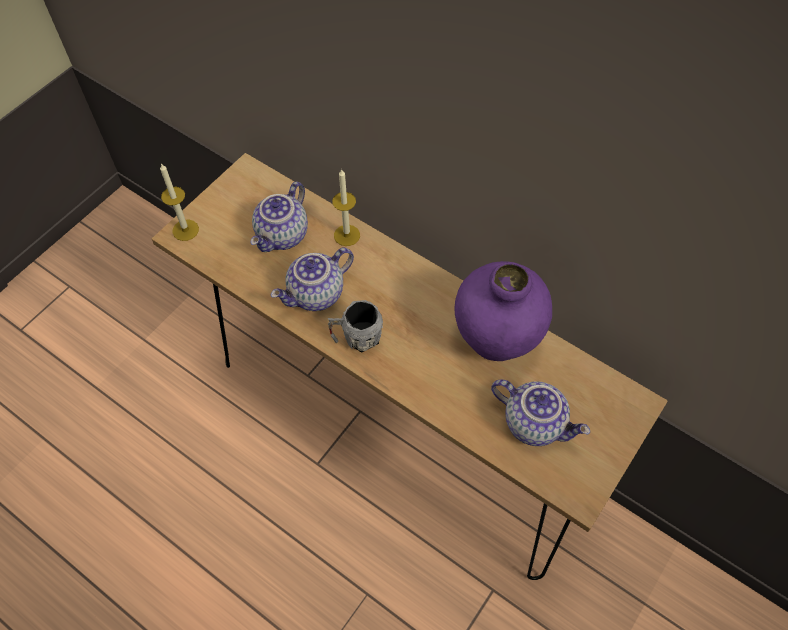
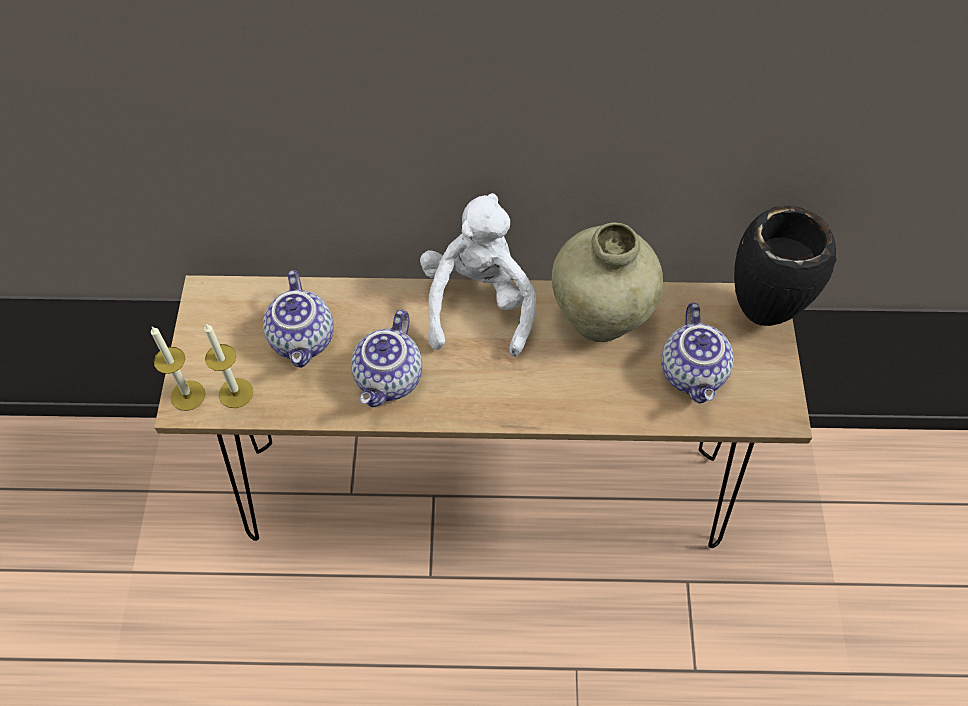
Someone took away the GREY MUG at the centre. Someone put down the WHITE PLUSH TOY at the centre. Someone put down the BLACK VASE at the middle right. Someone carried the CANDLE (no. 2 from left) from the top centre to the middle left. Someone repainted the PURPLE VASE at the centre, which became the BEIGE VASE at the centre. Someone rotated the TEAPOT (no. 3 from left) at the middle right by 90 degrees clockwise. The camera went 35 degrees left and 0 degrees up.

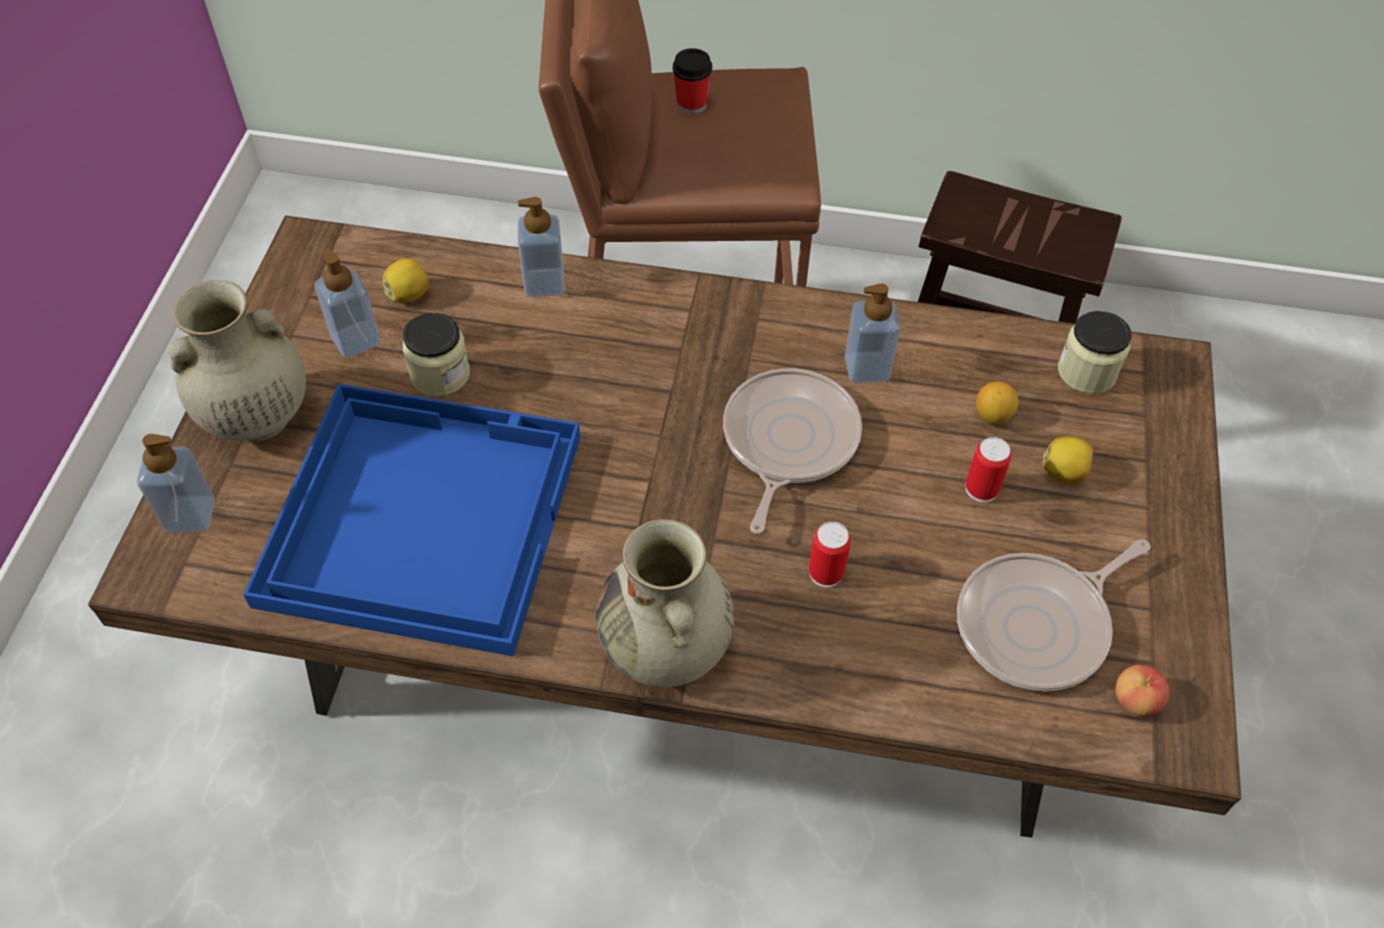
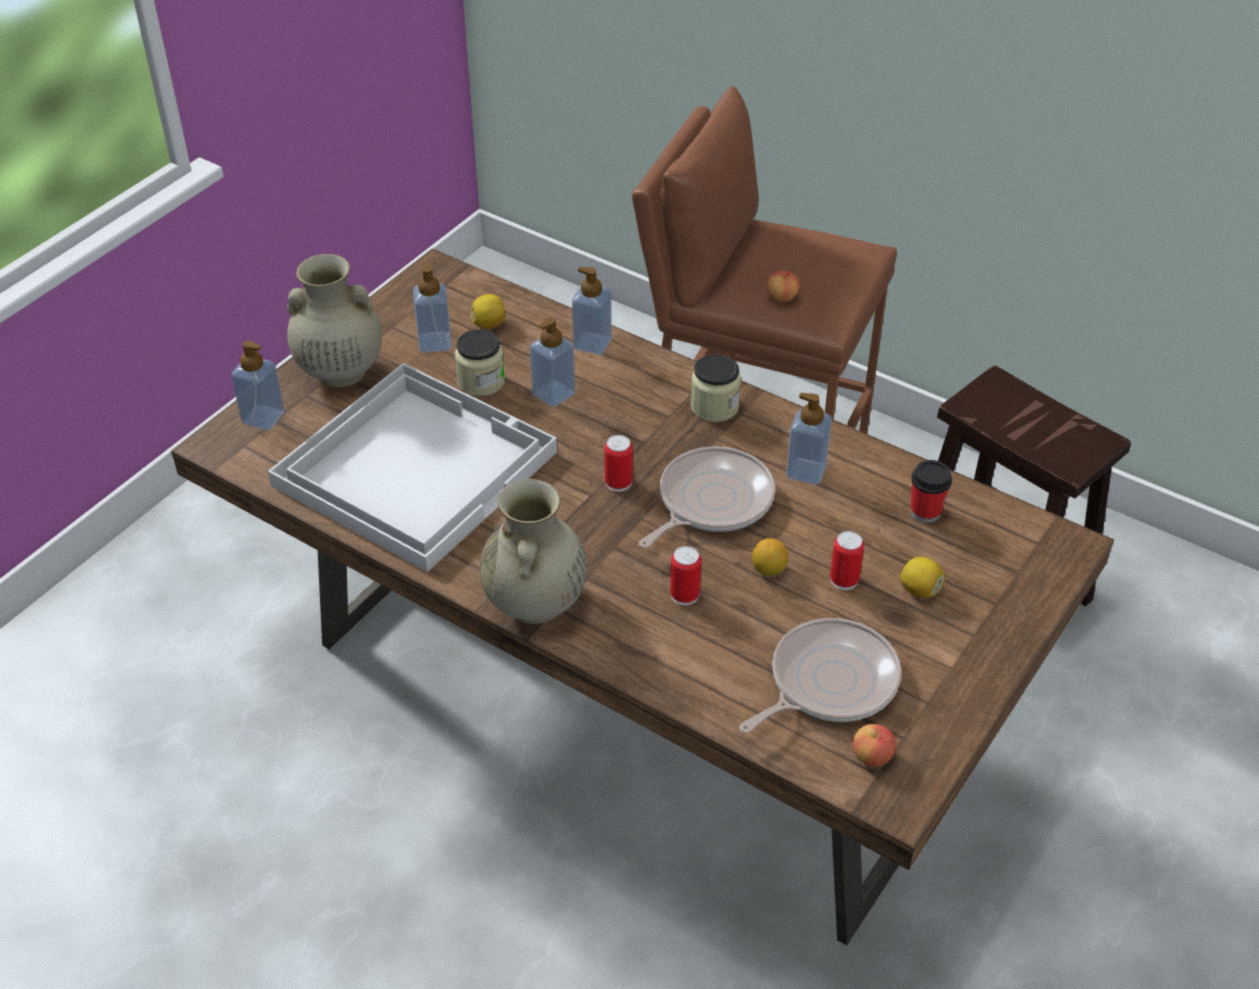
Someone put down the SOAP DISPENSER (no. 3 from left) at the centre. Someone put down the CAN (no. 1 from left) at the centre. Someone put down the APPLE (no. 1 from left) at the top centre. Someone carried the CUP from the top centre to the middle right. Someone carried the LEMON (no. 2 from left) from the middle right to the centre. Someone carried the JAR (no. 2 from left) from the middle right to the centre. Someone repainted the BLUE TRAY at the middle left, which became the WHITE TRAY at the middle left. Someone rotated the FRYING PAN (no. 2 from left) at the middle right by 150 degrees clockwise. The camera went 25 degrees right and 10 degrees down.

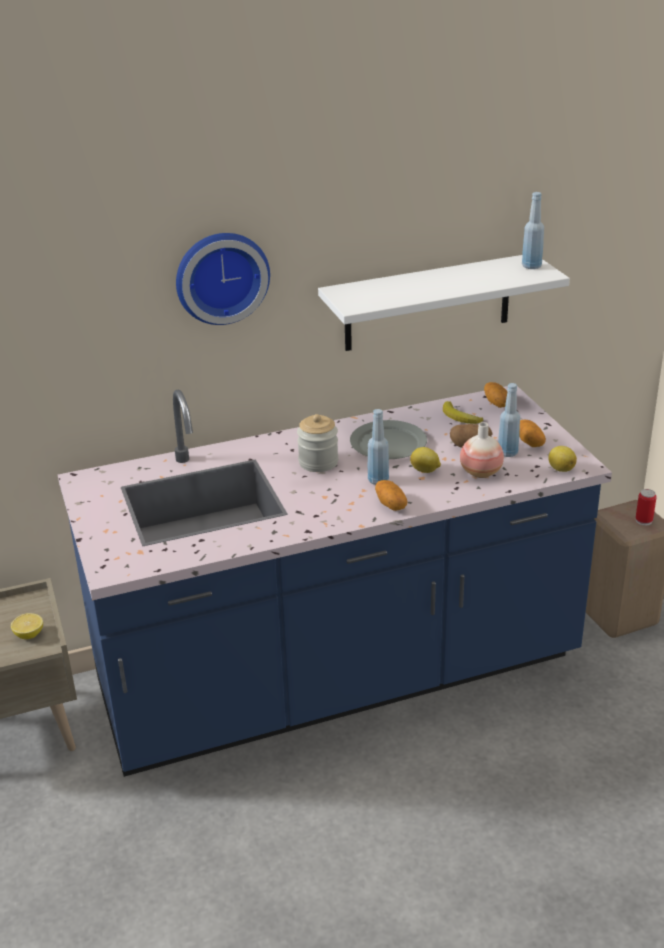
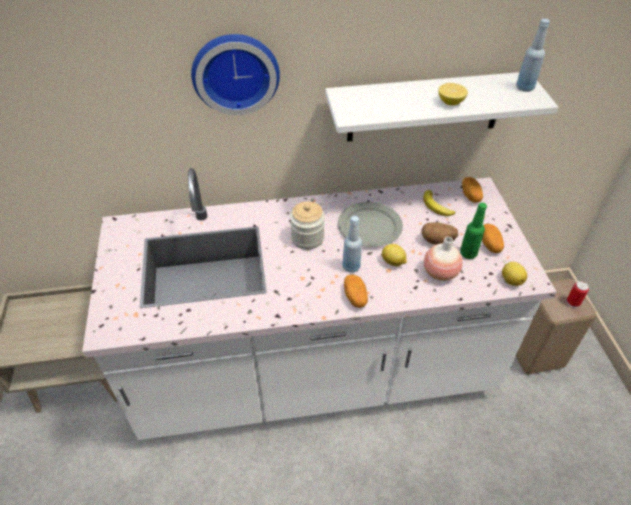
Someone carried the LEMON (no. 1 from left in the first image) from the middle left to the top right. Someone repainted the BLUE COUNTER at the centre, which became the WHITE COUNTER at the centre. Someone repainted the BLUE BOTTLE (no. 2 from left) at the middle right, which became the GREEN BOTTLE at the middle right. The camera went 10 degrees right and 15 degrees up.

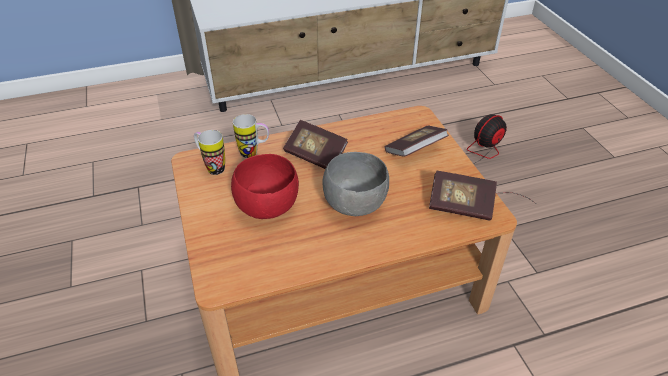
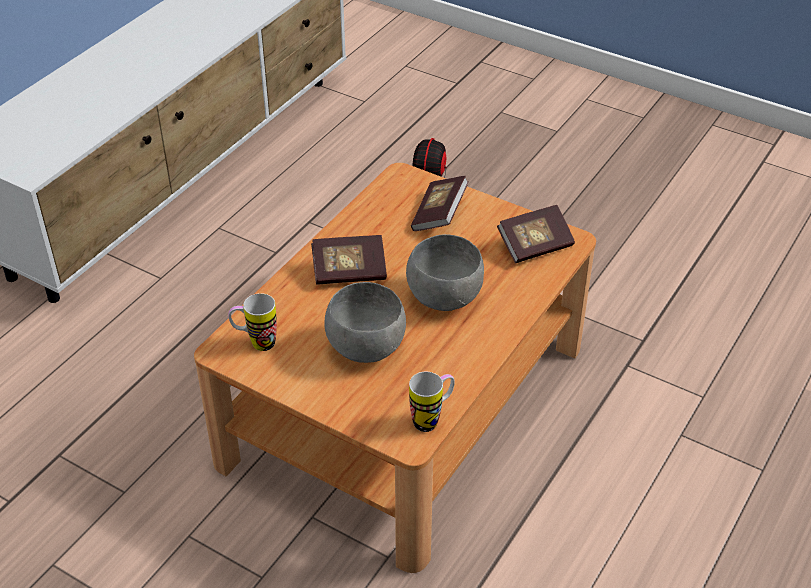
Someone carried the MUG (no. 2 from left) from the centre to the bottom centre. Someone repainted the RED BOWL at the centre, which became the GREY BOWL (no. 1 from left) at the centre. The camera went 40 degrees left and 0 degrees up.

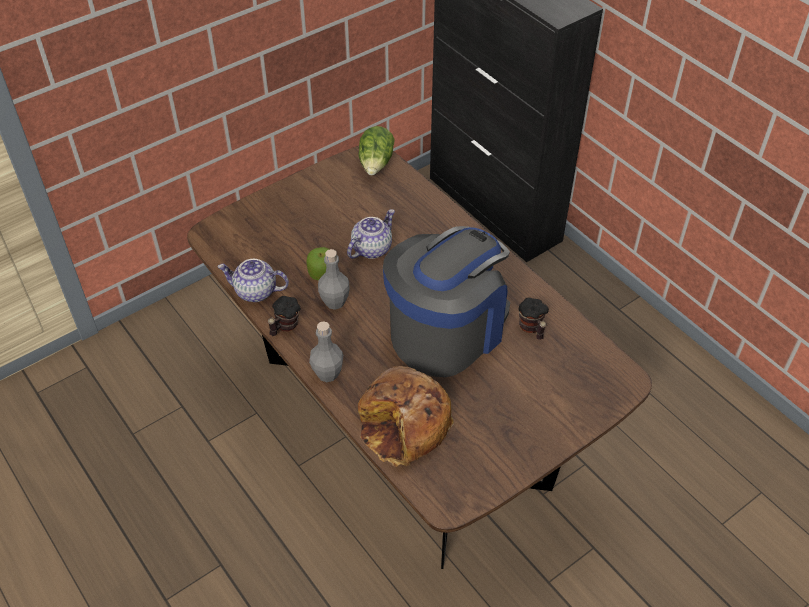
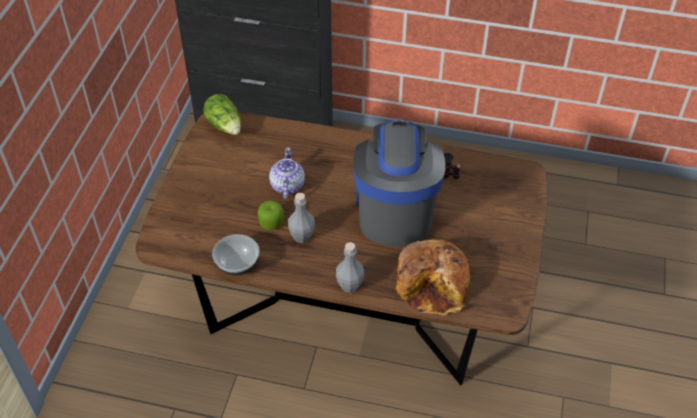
Someone took away the MUG (no. 1 from left) at the centre. Someone swapped the TEAPOT (no. 1 from left) at the middle left for the BOWL at the centre. The camera went 40 degrees left and 0 degrees up.

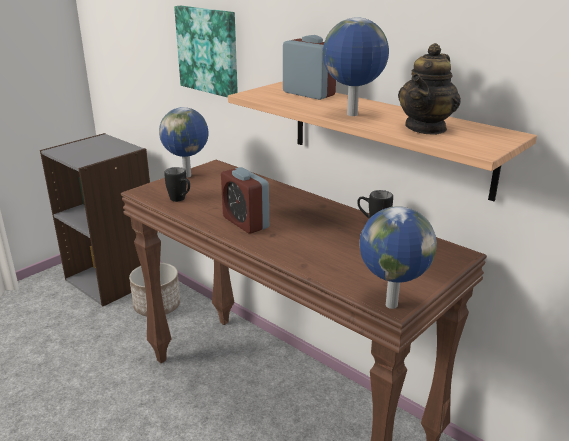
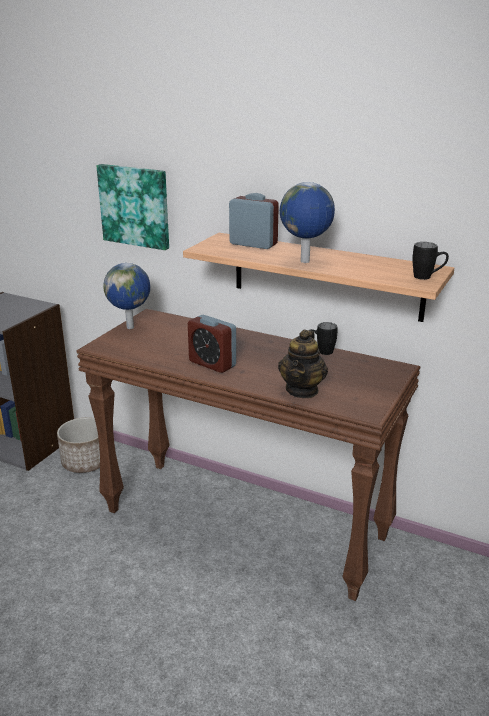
Someone took away the GLOBE (no. 3 from left) at the middle right. Someone carried the BLACK MUG (no. 1 from left in the first image) from the middle left to the middle right. Someone carried the TEAPOT from the top right to the centre. The camera went 15 degrees left and 0 degrees up.

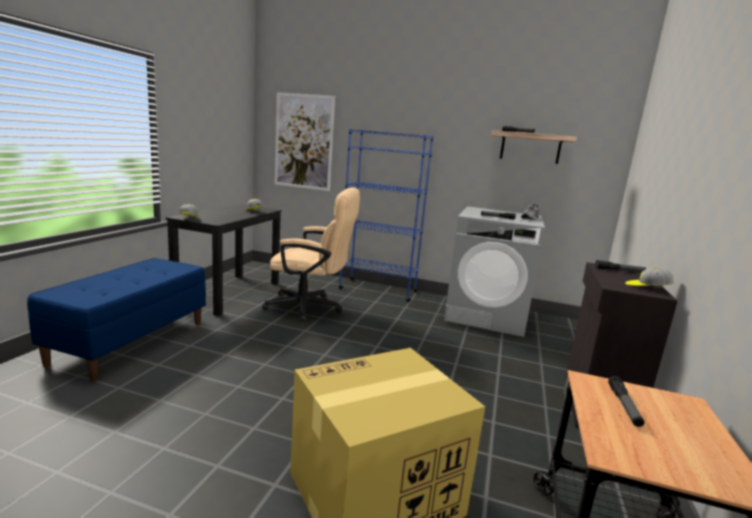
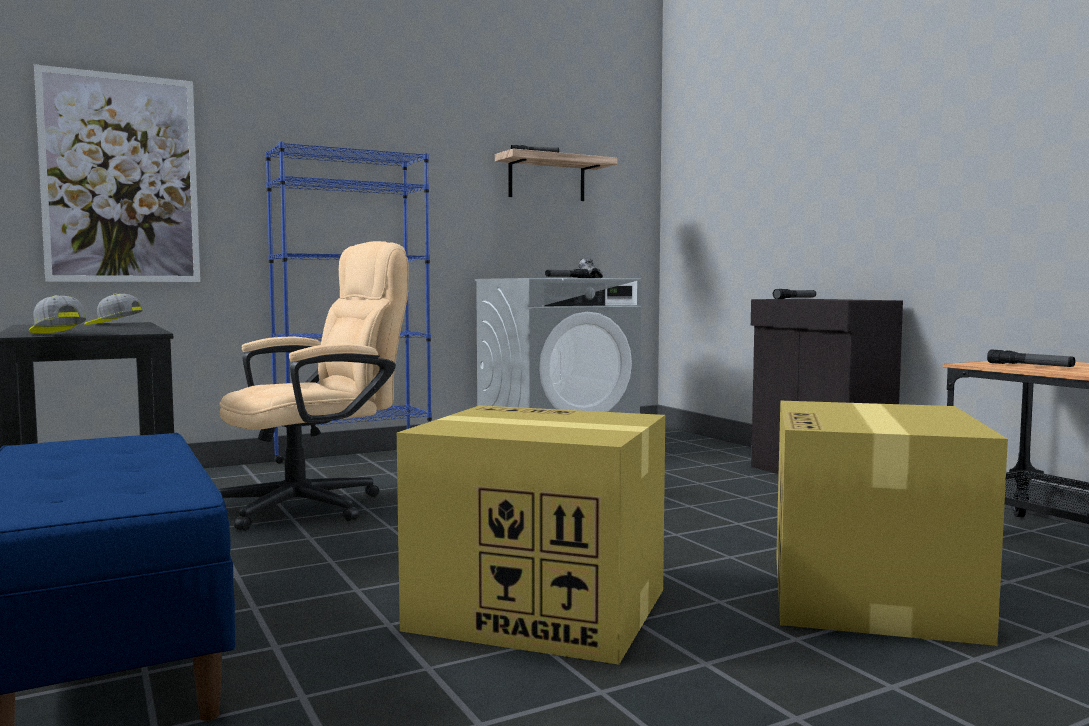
Someone took away the CAP (no. 3 from left) at the middle right. Someone put down the CARDBOARD BOX (no. 1 from left) at the bottom centre. The camera went 45 degrees left and 10 degrees down.

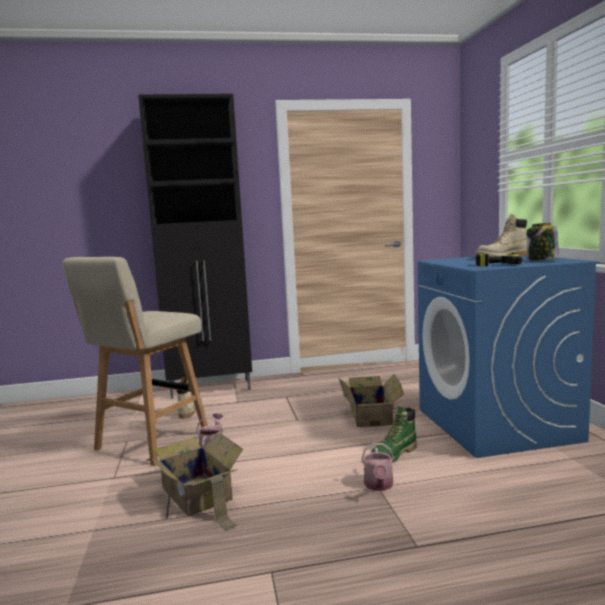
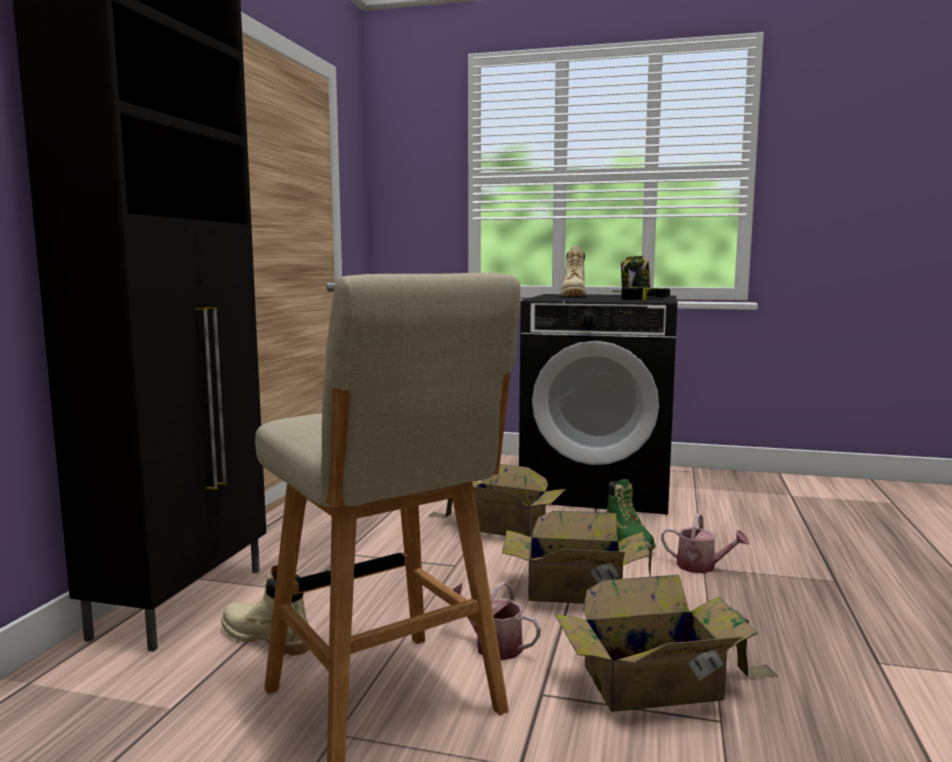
Someone put down the CARDBOARD BOX (no. 2 from left) at the bottom centre. Someone repainted the BLUE WASHING MACHINE at the middle right, which became the BLACK WASHING MACHINE at the centre. The camera went 65 degrees left and 0 degrees up.

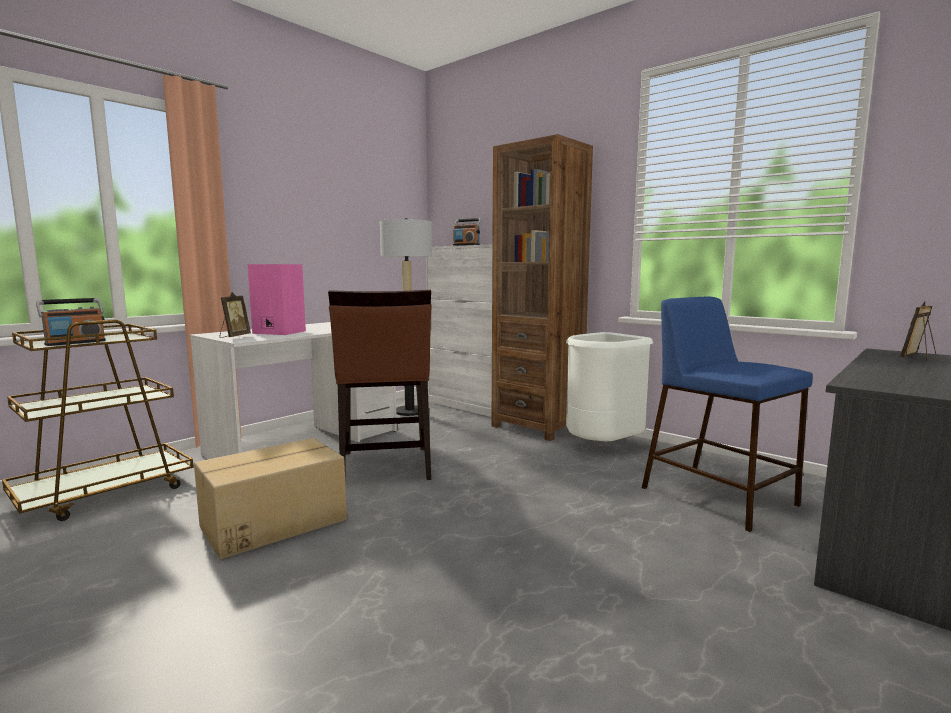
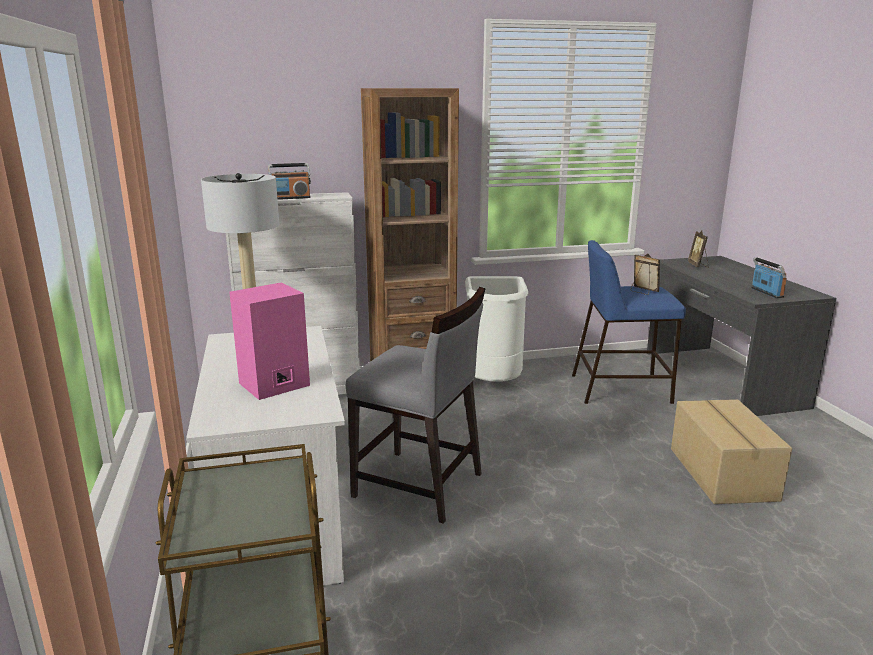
Someone carried the RADIO (no. 1 from left in the first image) from the middle left to the middle right. Someone carried the CARDBOARD BOX from the bottom left to the bottom right. Someone carried the PICTURE FRAME (no. 1 from left) from the middle left to the middle right. Someone repainted the BROWN CHAIR at the centre, which became the GREY CHAIR at the centre. The camera went 55 degrees left and 10 degrees up.

